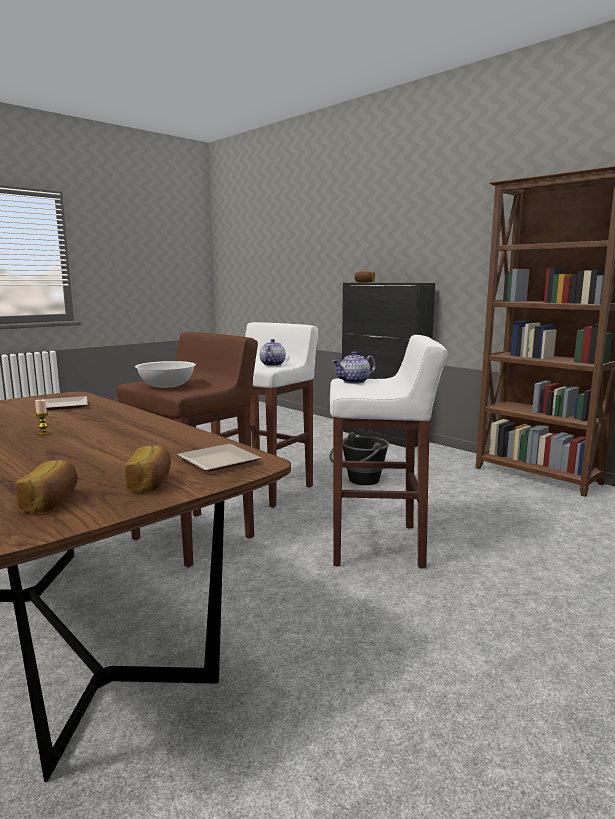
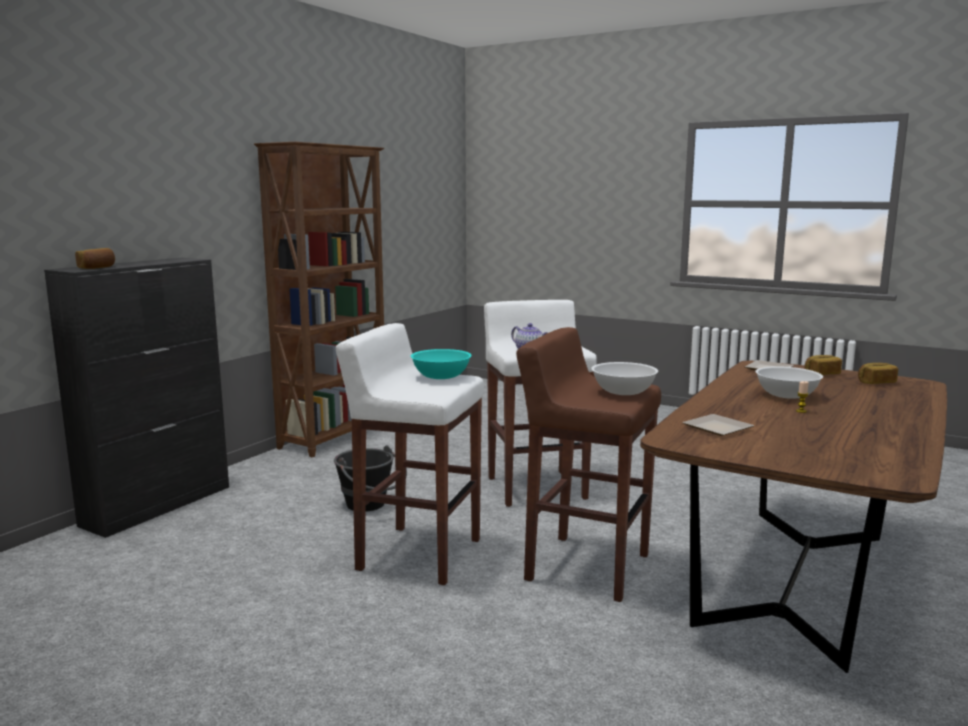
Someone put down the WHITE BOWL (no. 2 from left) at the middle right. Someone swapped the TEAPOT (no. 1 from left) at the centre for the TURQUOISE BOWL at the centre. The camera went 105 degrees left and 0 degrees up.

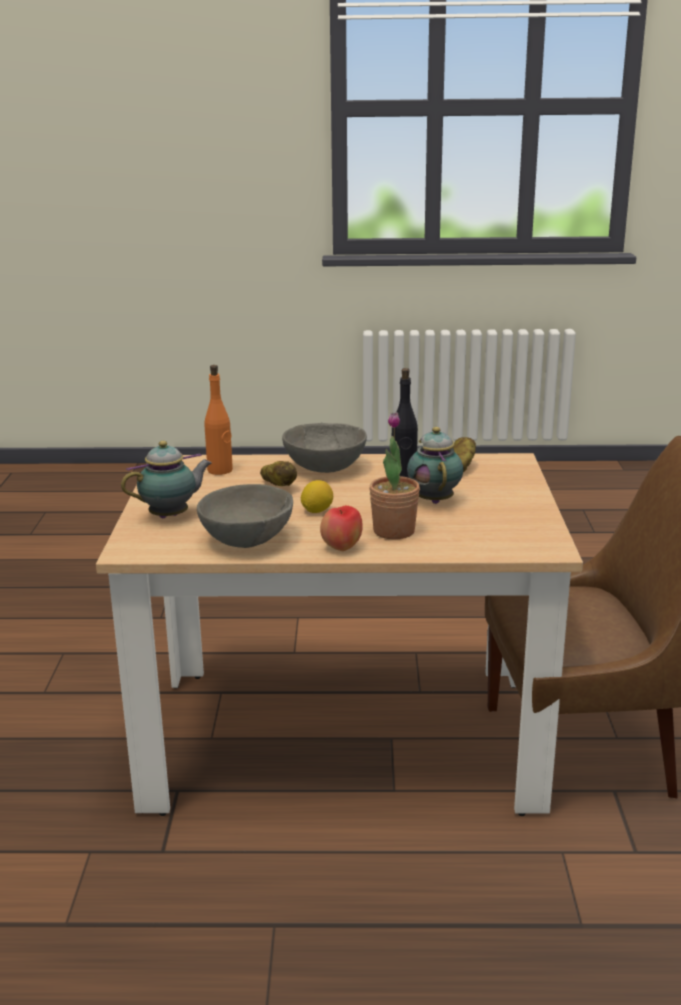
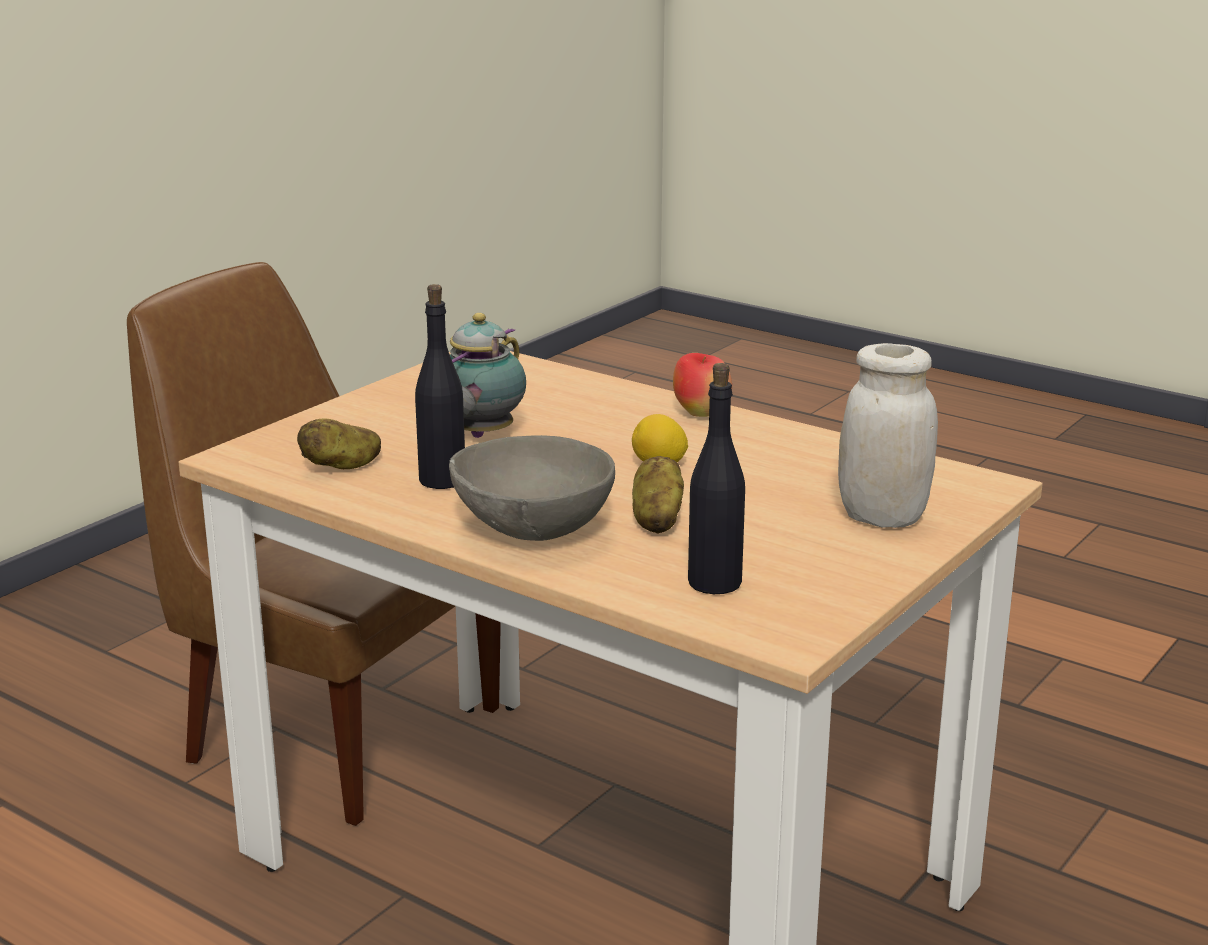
Someone took away the GREY BOWL (no. 1 from left) at the centre. Someone took away the POTTED PLANT at the centre. Someone swapped the TEAPOT (no. 1 from left) at the middle left for the WHITE JAR at the middle right. Someone repainted the ORANGE BOTTLE at the middle left, which became the BLACK BOTTLE (no. 2 from left) at the centre. The camera went 145 degrees left and 0 degrees up.

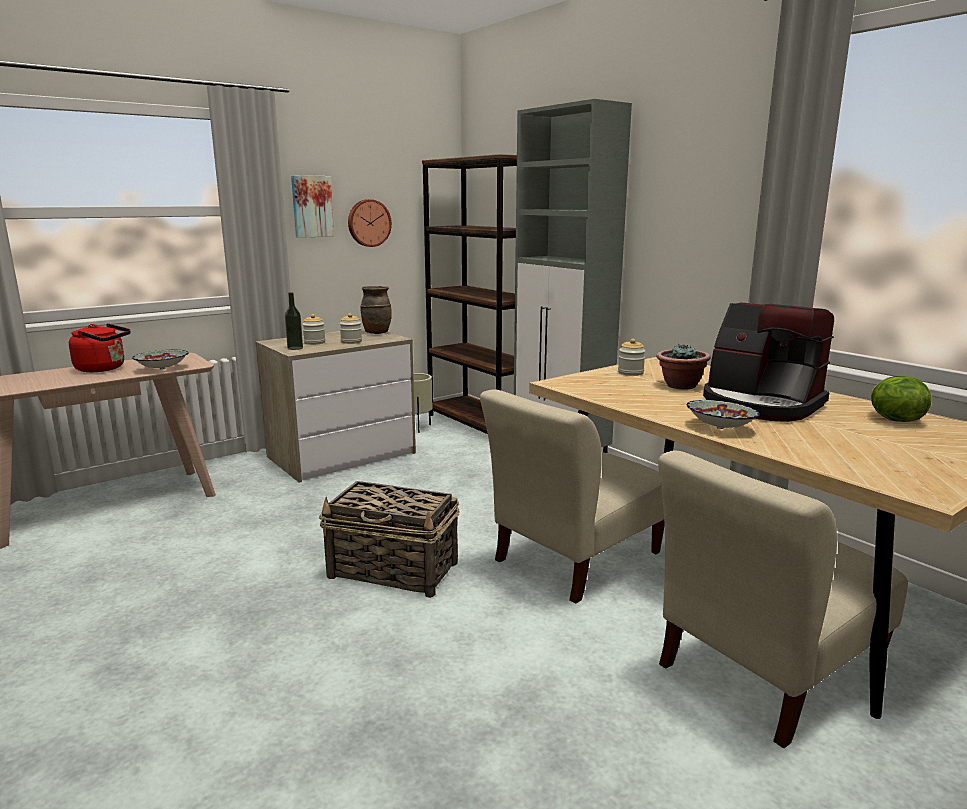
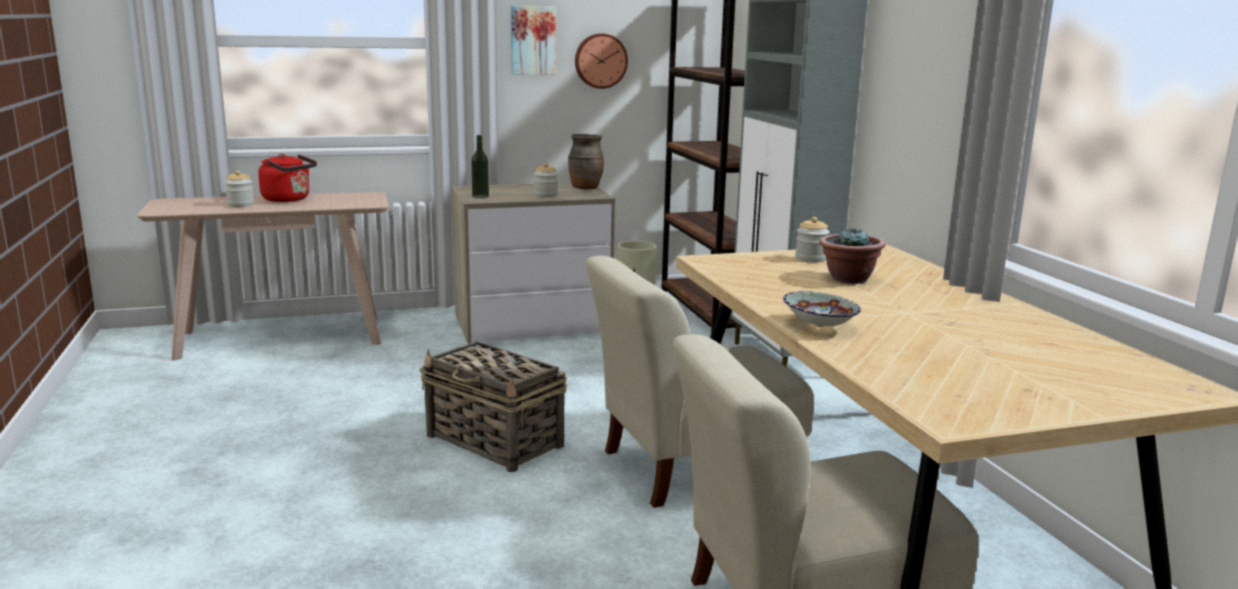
Someone took away the BOWL (no. 1 from left) at the middle left. Someone took away the COFFEE MACHINE at the middle right. Someone took away the LETTUCE at the middle right. Someone carried the JAR (no. 1 from left) from the middle left to the top left. The camera went 20 degrees right and 0 degrees up.

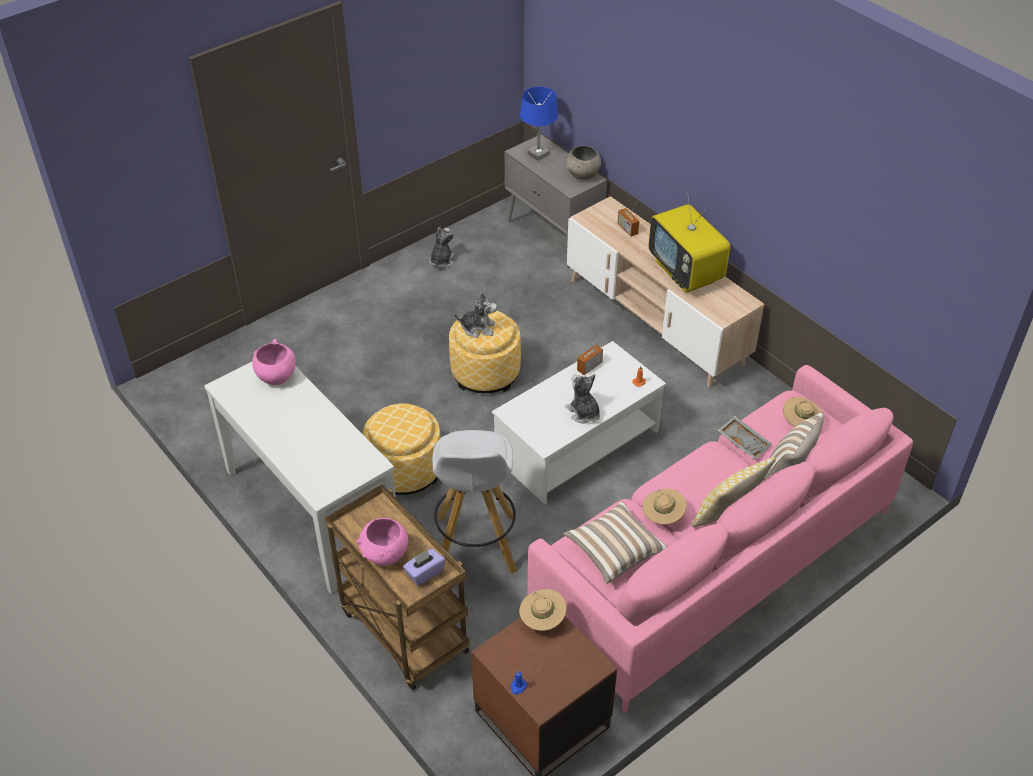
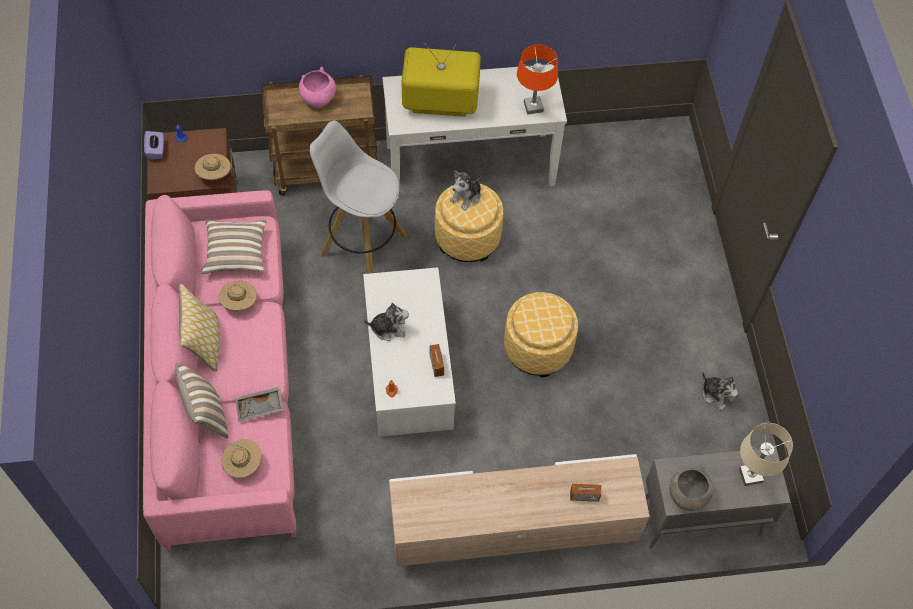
Someone carried the PURPLE TISSUE BOX from the bottom centre to the top left. Someone carried the PLUSH TOY (no. 2 from left) from the centre to the top centre. Someone carried the TELEVISION from the top right to the top centre. Someone swapped the PINK BOWL (no. 1 from left) at the middle left for the ORANGE TABLE LAMP at the top centre. Someone repainted the BLUE TABLE LAMP at the top centre, which became the BEIGE TABLE LAMP at the bottom right. The camera went 120 degrees right and 15 degrees up.

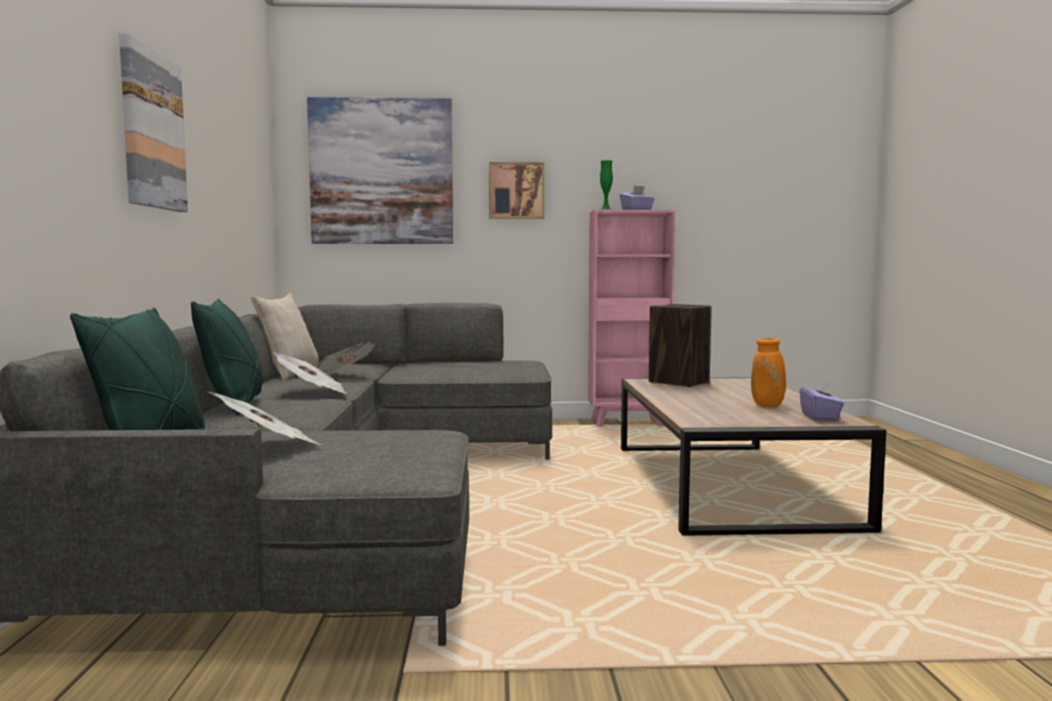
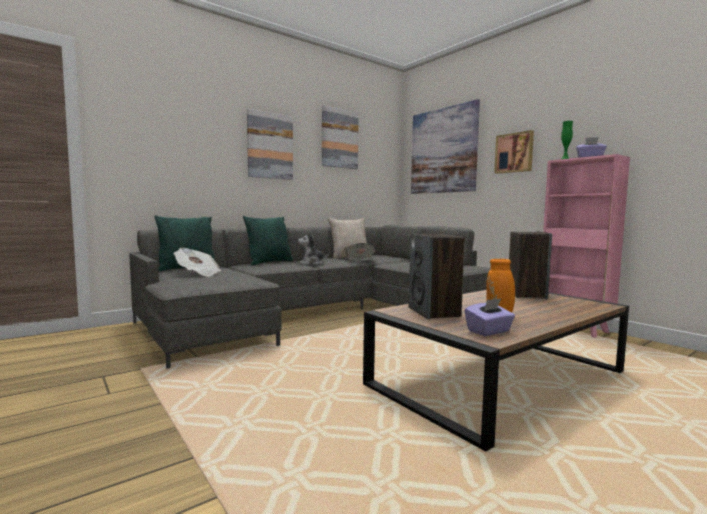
Someone put up the PICTURE (no. 2 from left) at the top centre. Someone put down the SPEAKER (no. 1 from left) at the centre. Someone swapped the NEWSPAPER (no. 2 from left) at the middle left for the PLUSH TOY at the centre. The camera went 55 degrees right and 0 degrees up.

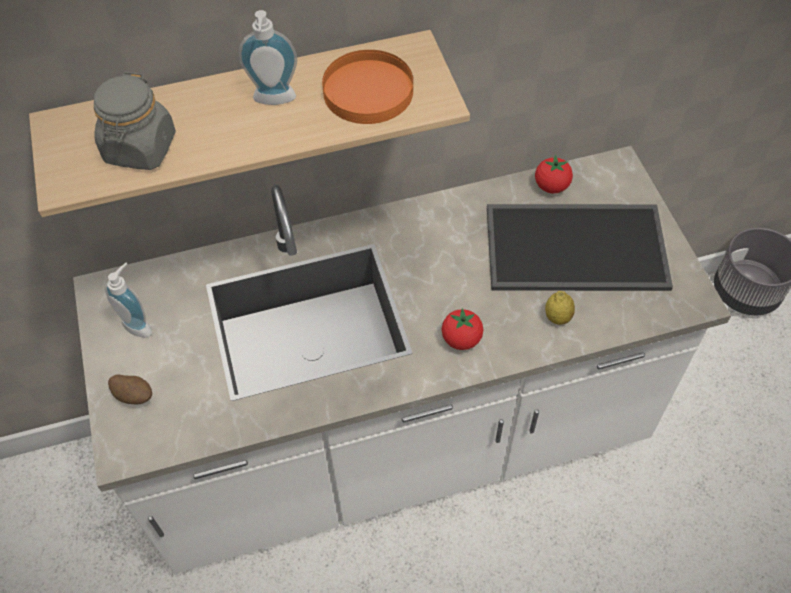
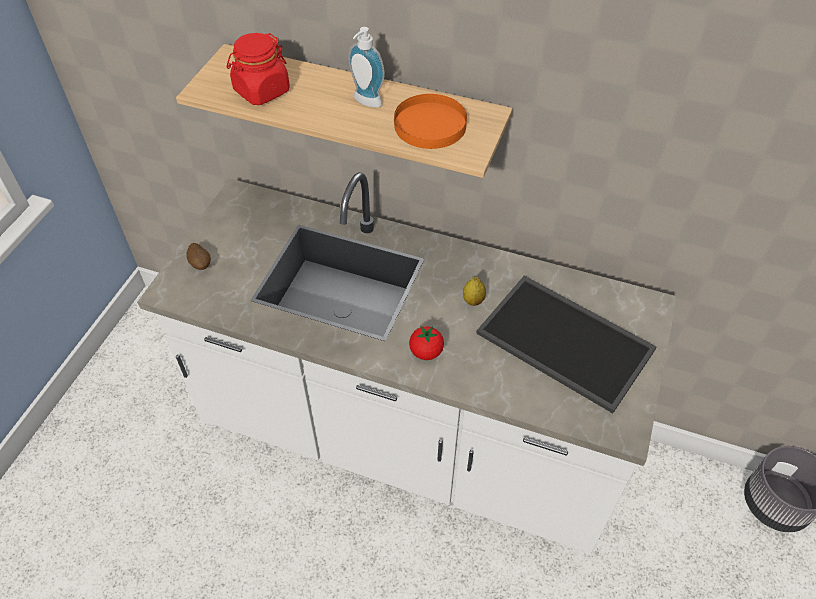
Someone took away the SOAP DISPENSER (no. 1 from left) at the middle left. Someone took away the TOMATO (no. 2 from left) at the top right. Someone carried the LEMON from the middle right to the centre. Someone repainted the GREY JAR at the top left, which became the RED JAR at the top left. The camera went 35 degrees right and 5 degrees down.

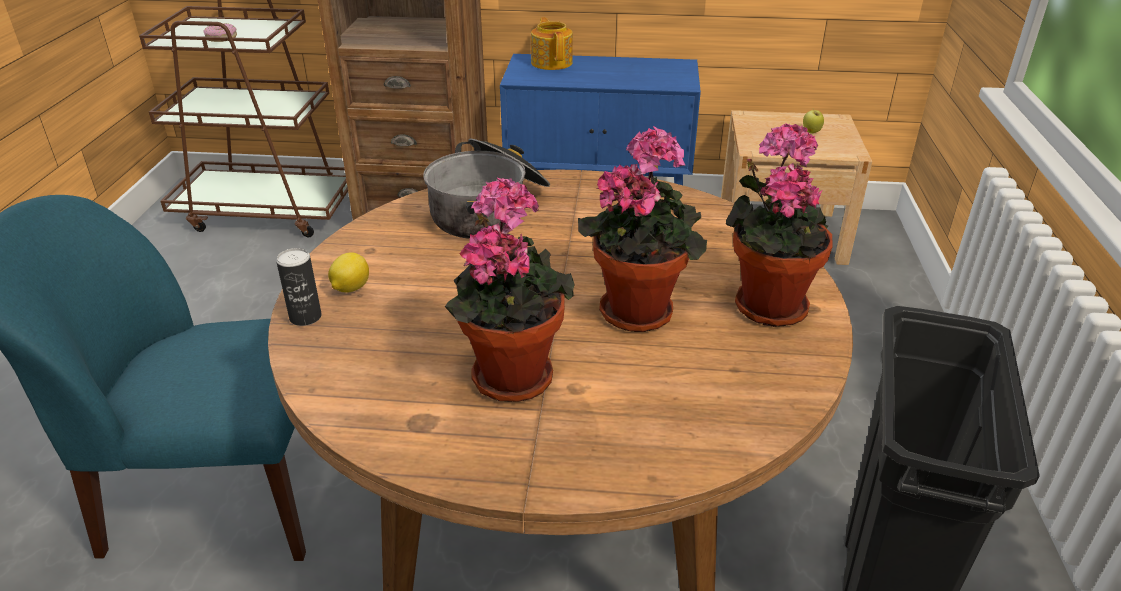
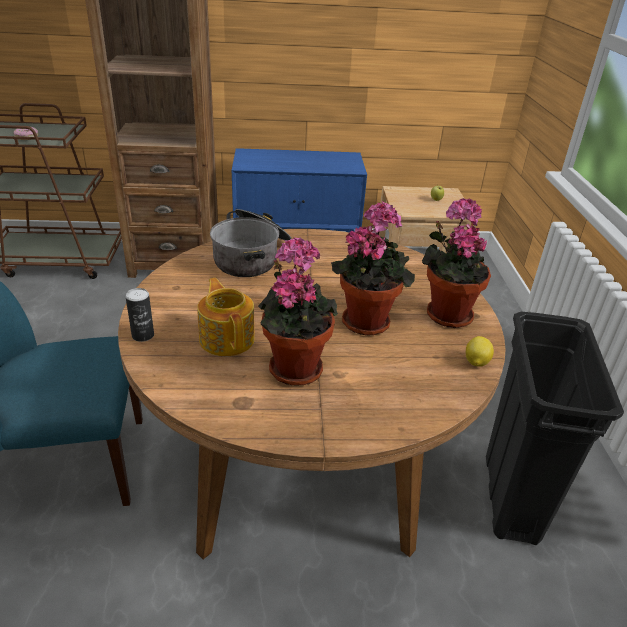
Someone carried the LEMON from the middle left to the middle right. Someone carried the TEAPOT from the top centre to the centre. The camera went 10 degrees left and 0 degrees up.

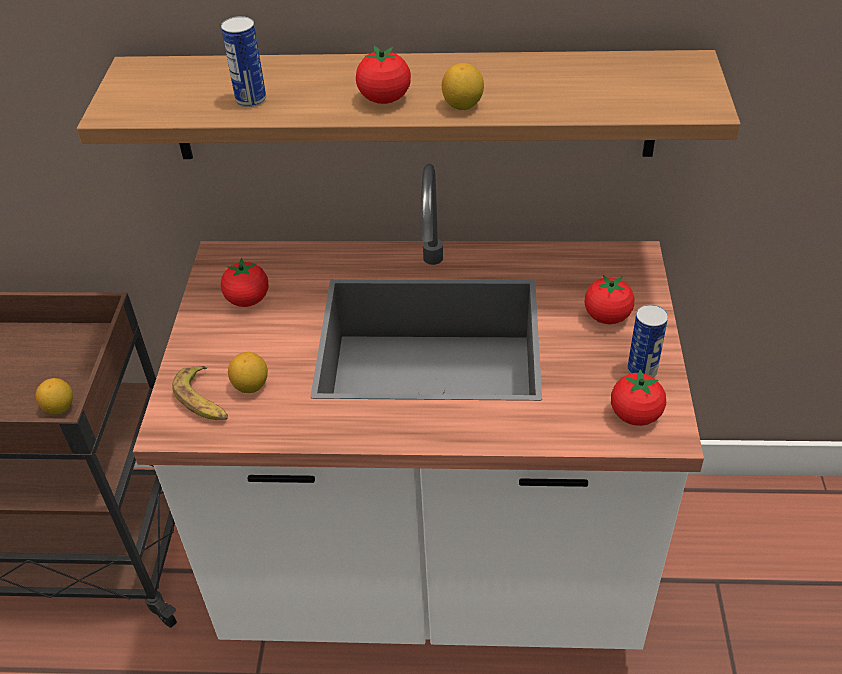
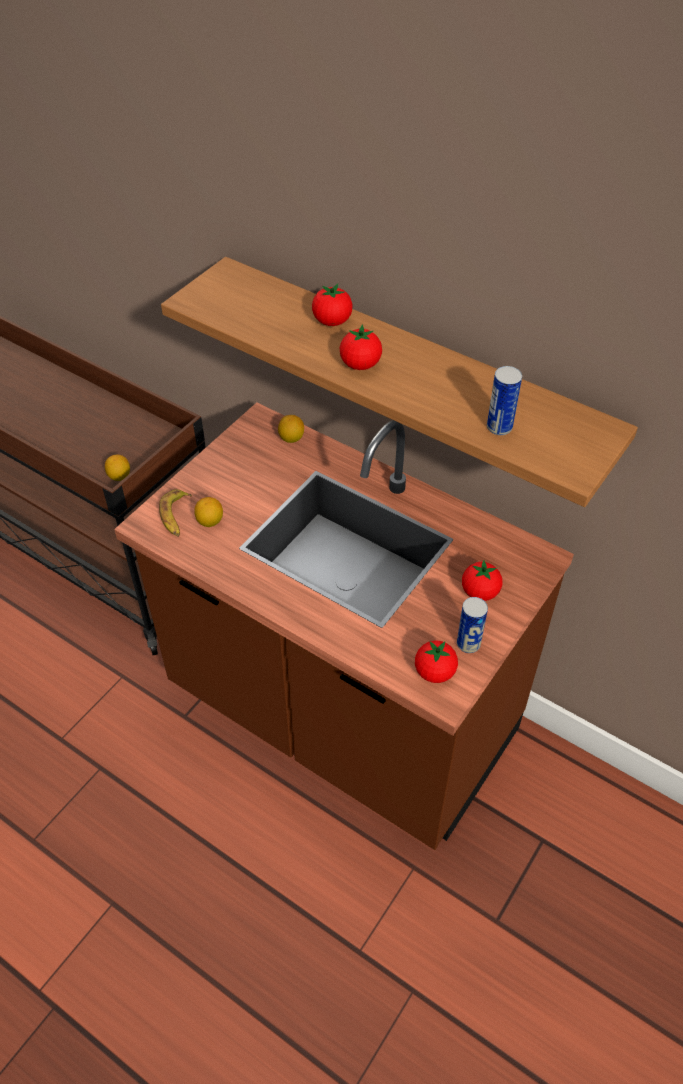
Someone carried the CAN (no. 1 from left in the first image) from the top left to the middle right. Someone carried the TOMATO (no. 1 from left) from the middle left to the top centre. Someone carried the LEMON (no. 3 from left) from the top centre to the centre. Someone repainted the WHITE COUNTER at the centre, which became the BROWN COUNTER at the centre. The camera went 30 degrees right and 5 degrees up.

